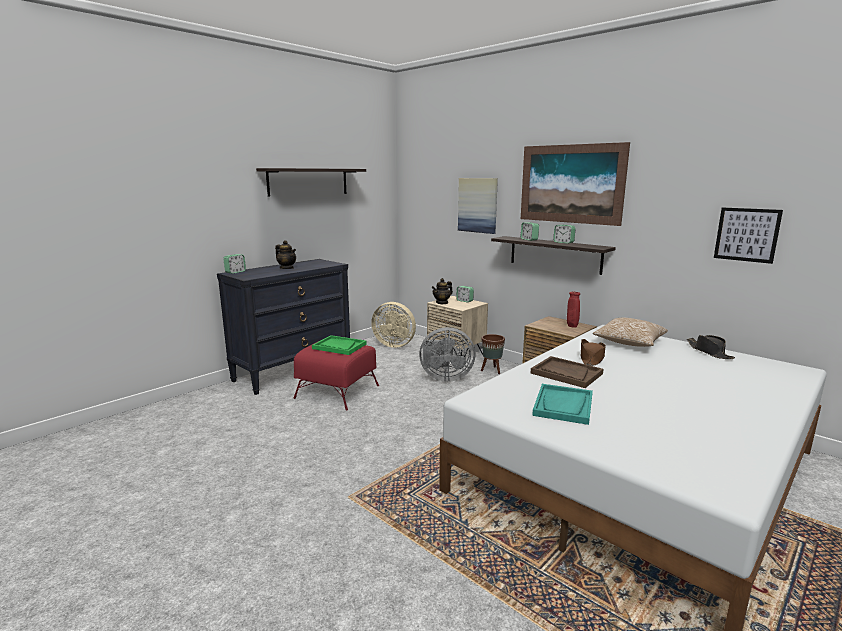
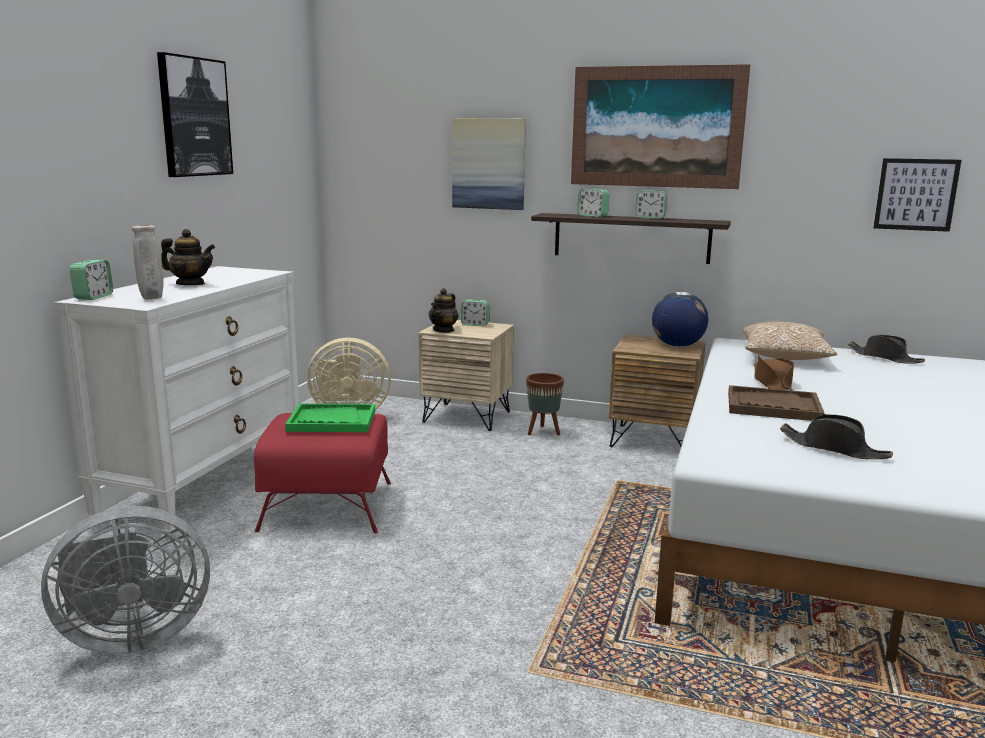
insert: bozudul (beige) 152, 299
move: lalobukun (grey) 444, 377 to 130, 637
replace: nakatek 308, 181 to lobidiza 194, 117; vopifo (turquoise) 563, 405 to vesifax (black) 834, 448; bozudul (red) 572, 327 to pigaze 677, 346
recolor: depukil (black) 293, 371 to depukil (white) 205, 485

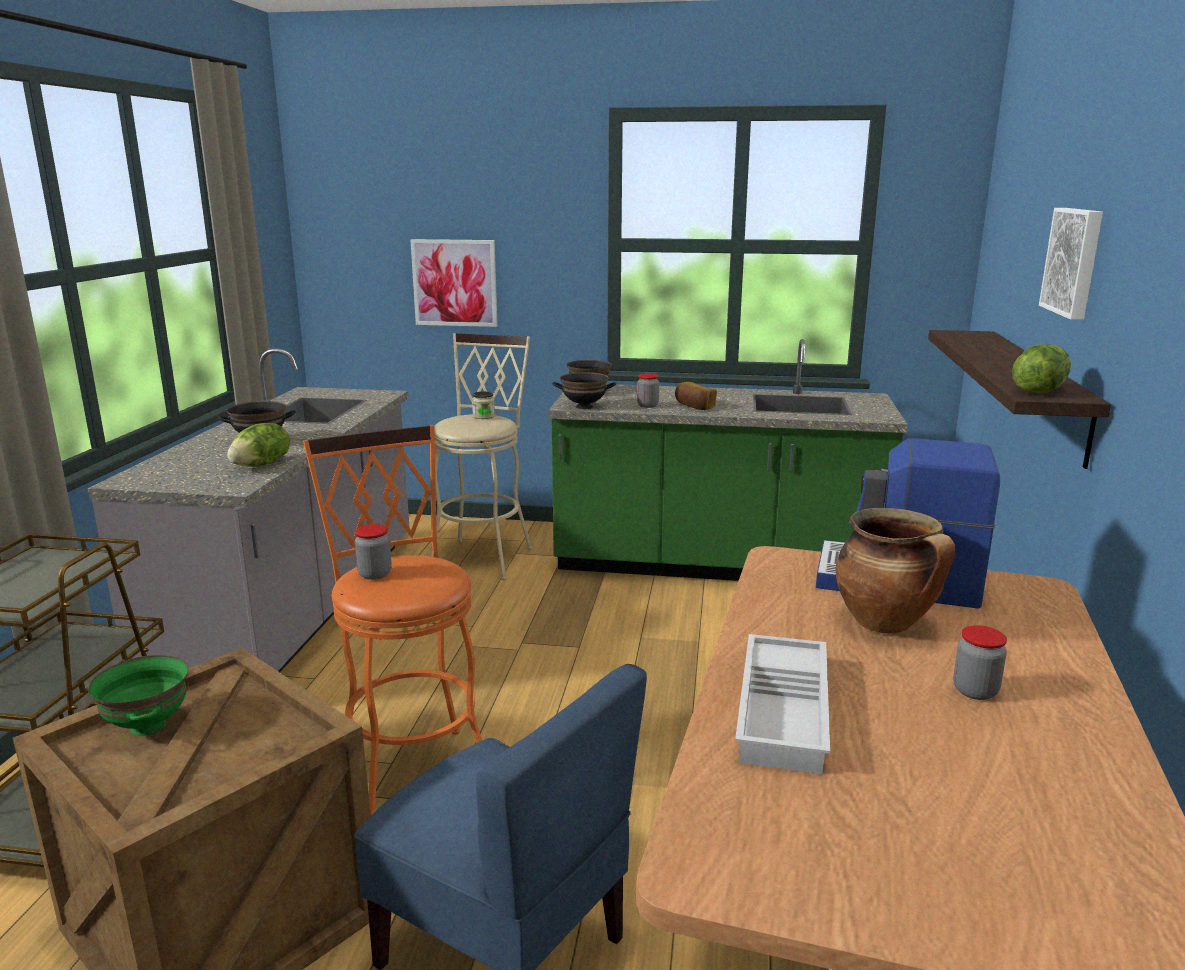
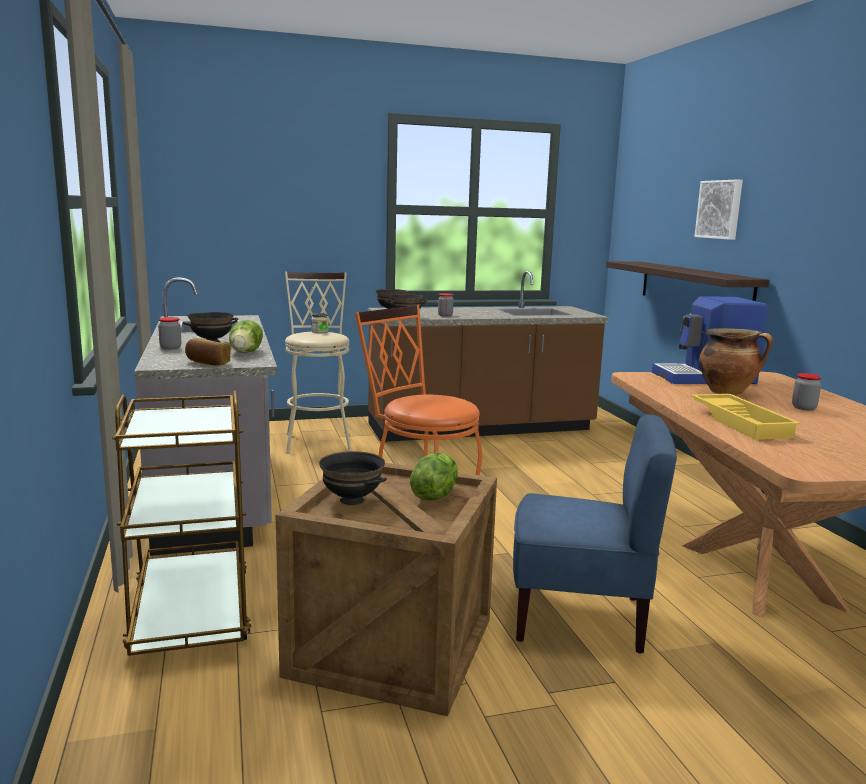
delete: lobidiza 455, 283
move: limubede 375, 574 to 170, 348; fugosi 694, 406 to 208, 363; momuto 1038, 391 to 434, 495
recolor: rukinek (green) 147, 726 to rukinek (black) 351, 500; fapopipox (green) 715, 565 to fapopipox (brown) 481, 428; vopifo (white) 786, 711 to vopifo (yellow) 742, 423

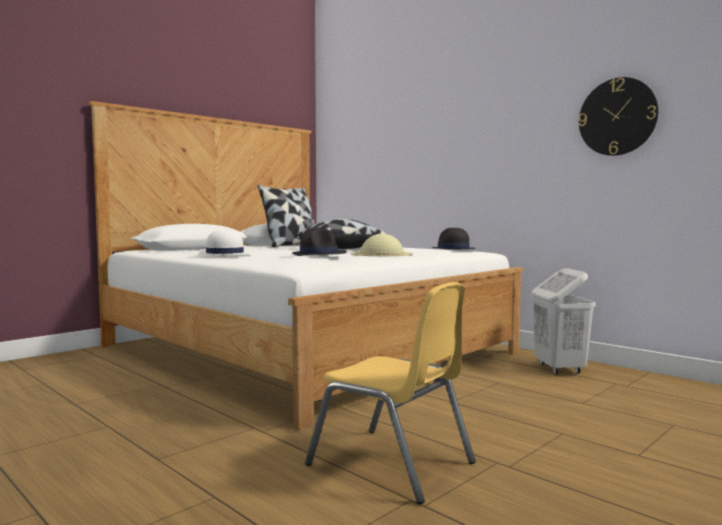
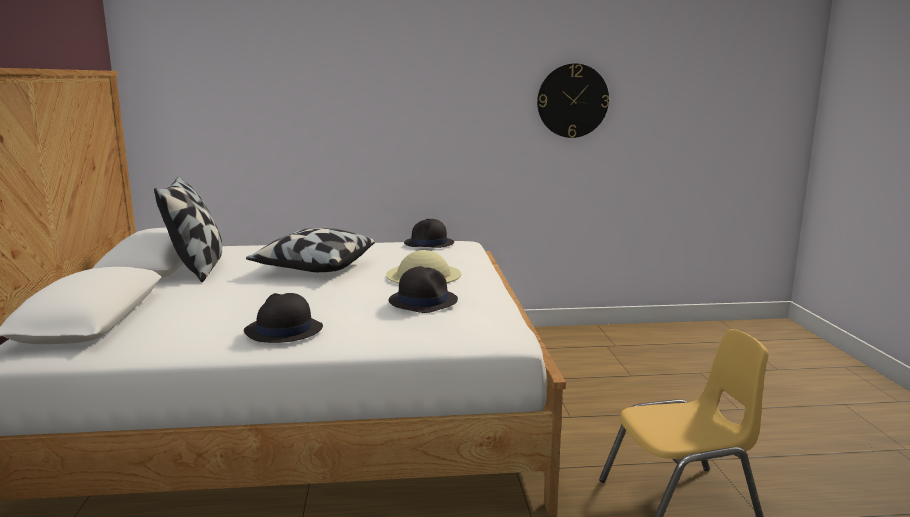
delete: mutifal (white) 559, 369
recolor: vesifax (white) 224, 254 to vesifax (black) 283, 330

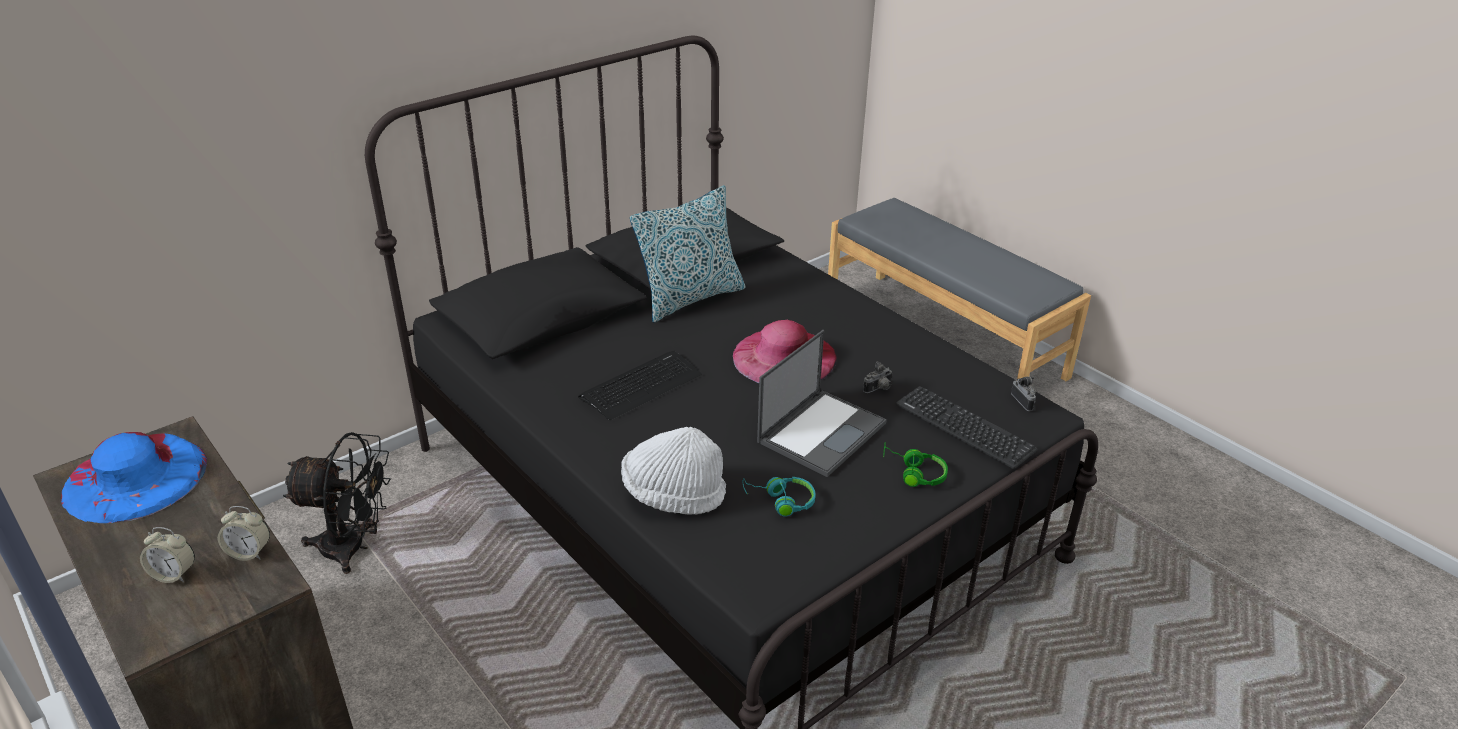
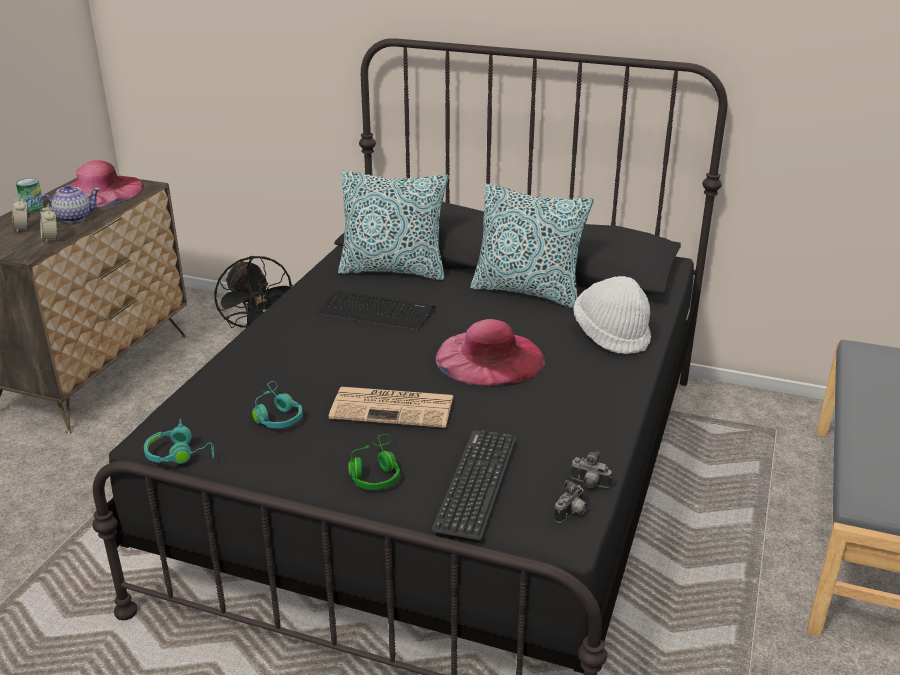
insert: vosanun 33, 208; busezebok 74, 217; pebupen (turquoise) 180, 454; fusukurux 393, 270
move: vesifax (white) 673, 494 to 611, 334; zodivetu 879, 389 to 589, 484
replace: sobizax 822, 431 to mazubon 394, 408
recolor: vesifax (blue) 135, 477 to vesifax (pink) 100, 191

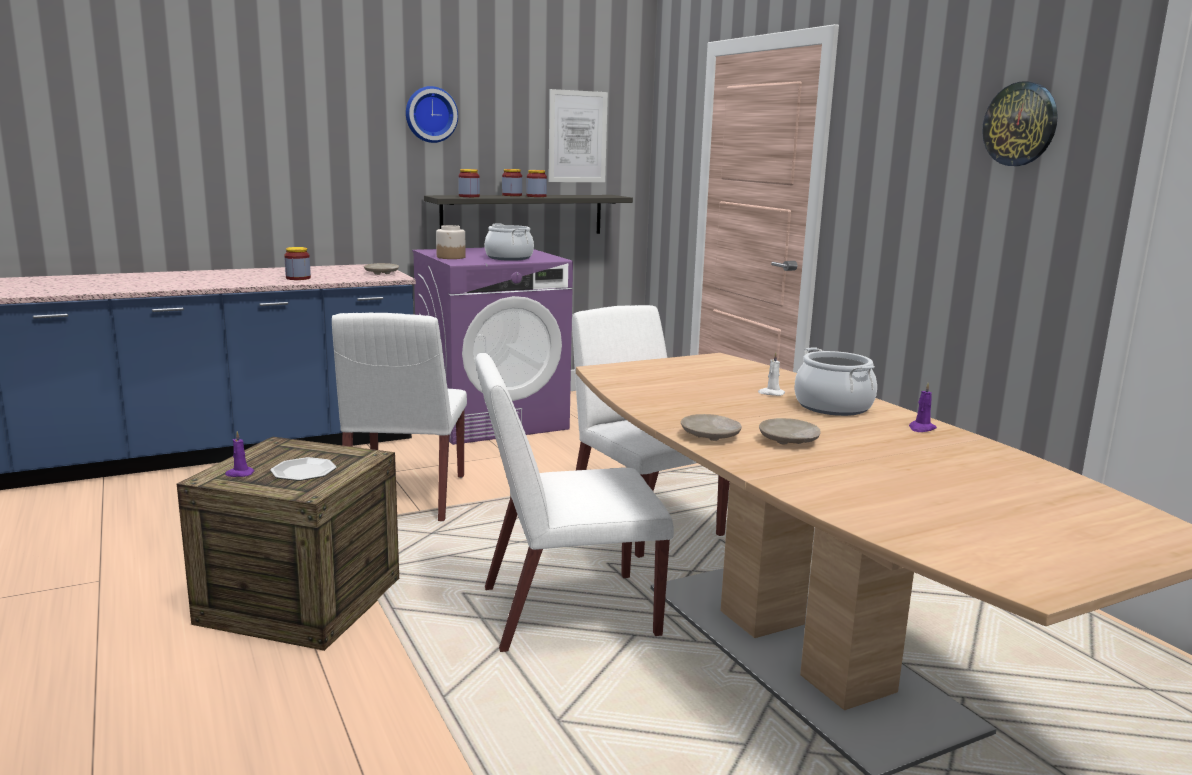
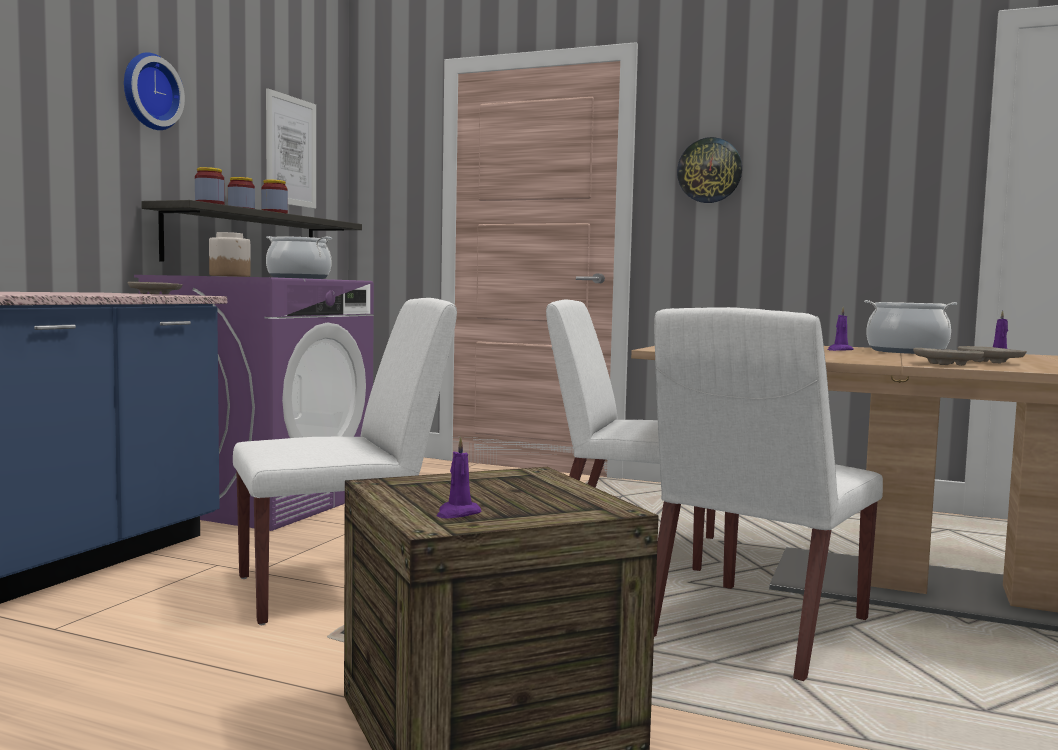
delete: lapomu 303, 472; limubede 298, 278
move: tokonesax 1020, 124 to 709, 170
recolor: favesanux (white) 771, 393 to favesanux (purple) 839, 350
rotate: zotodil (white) 406, 497 = 342, 588 75 degrees counterclockwise

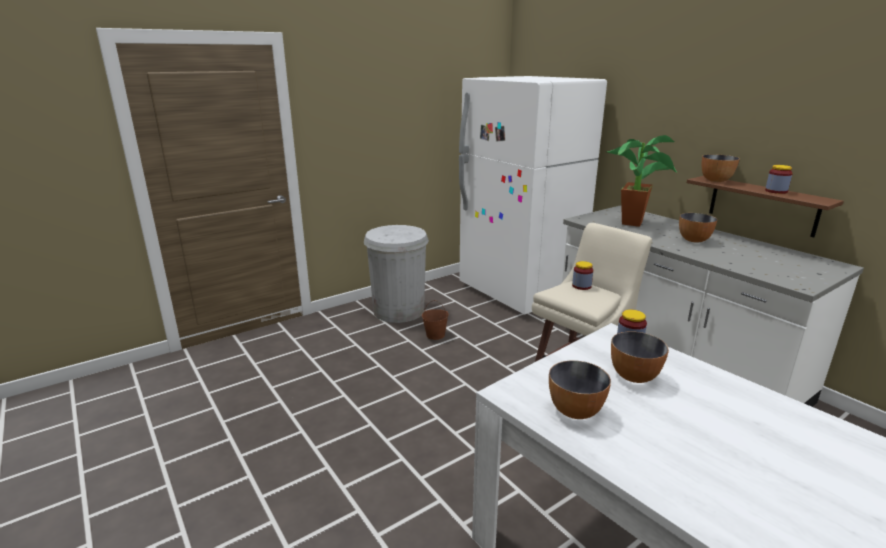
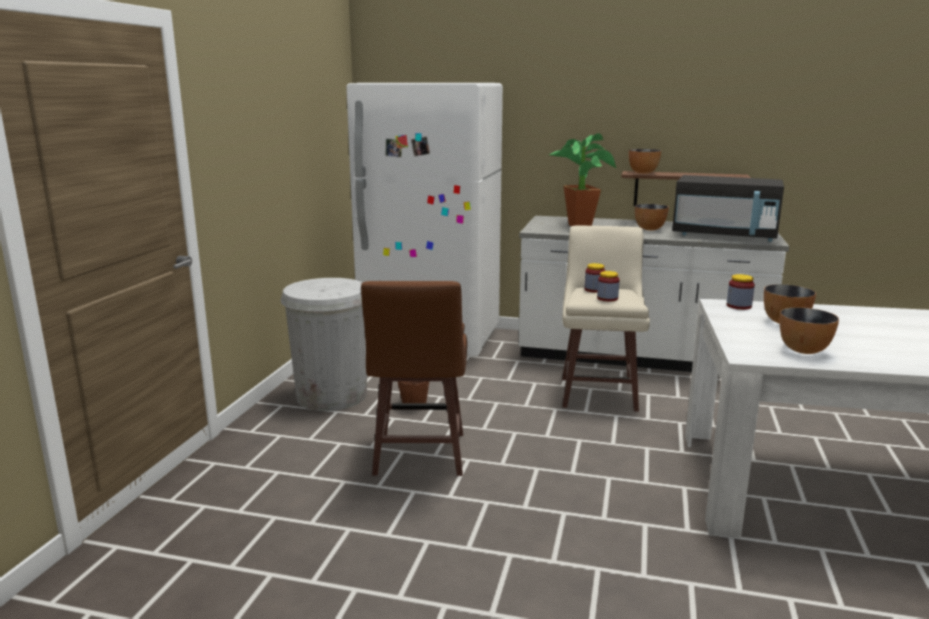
insert: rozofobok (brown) 418, 455; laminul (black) 724, 236
move: limubede 776, 191 to 607, 298

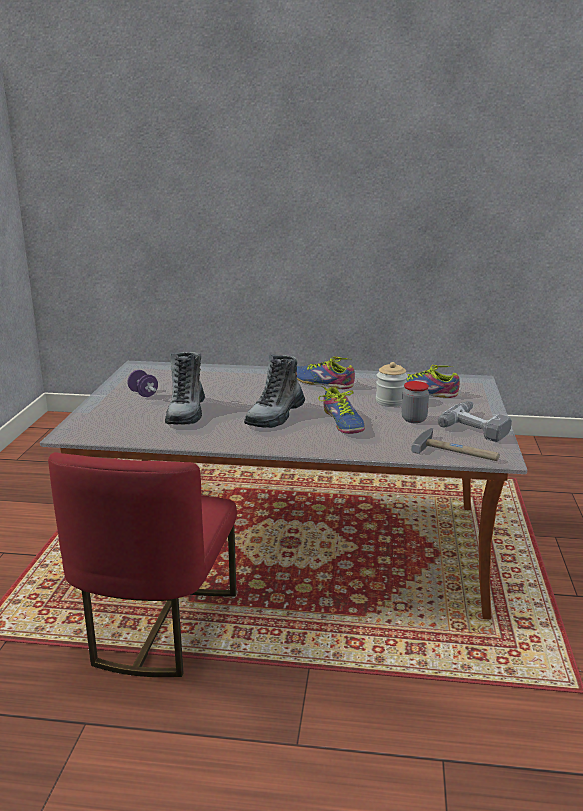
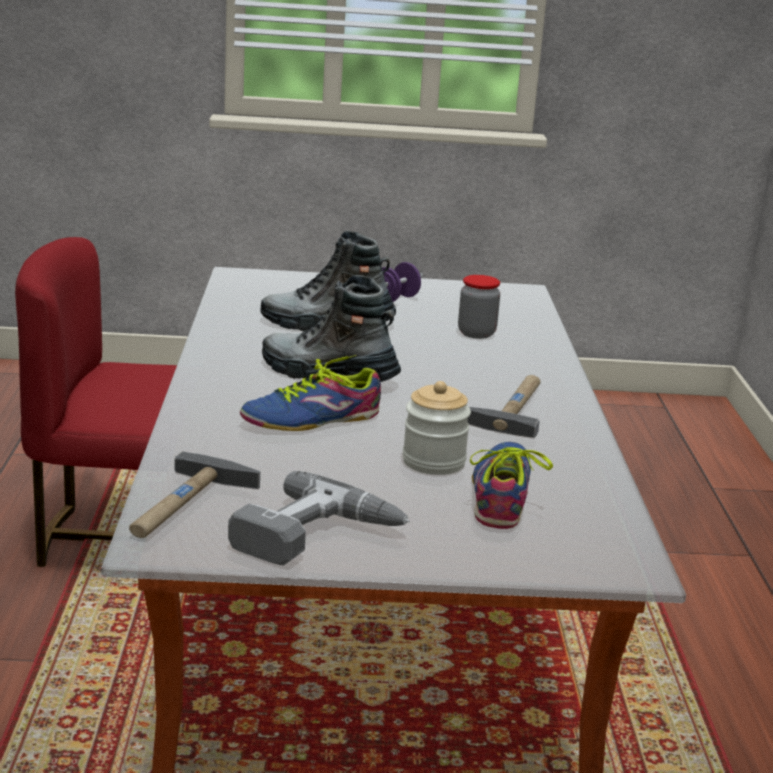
move: limubede 414, 419 to 476, 333
replace: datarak 322, 382 to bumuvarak 512, 408

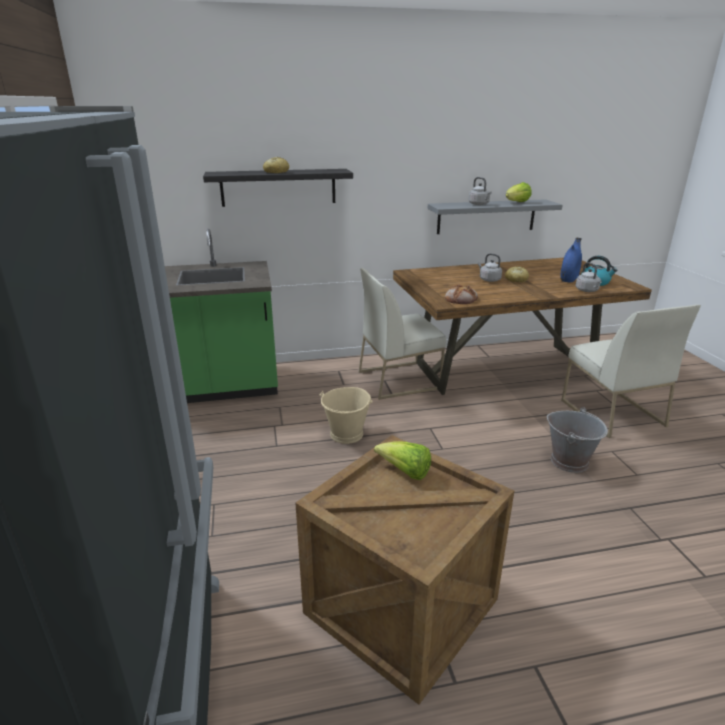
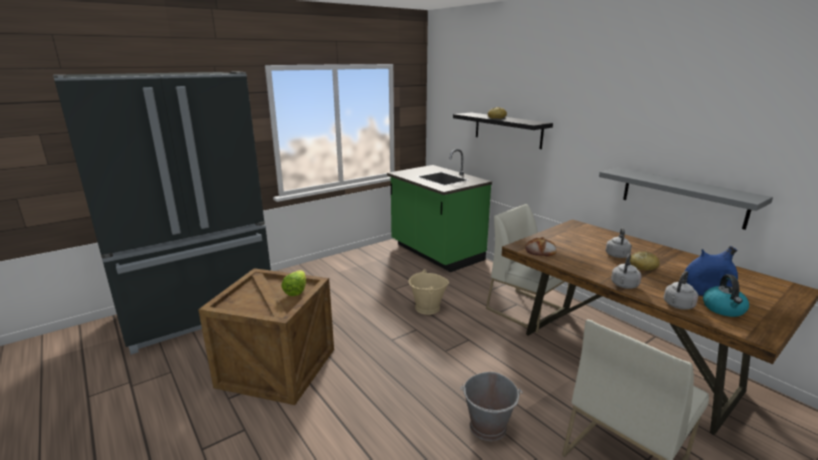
delete: momuto 516, 202
move: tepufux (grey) 479, 204 to 624, 285

